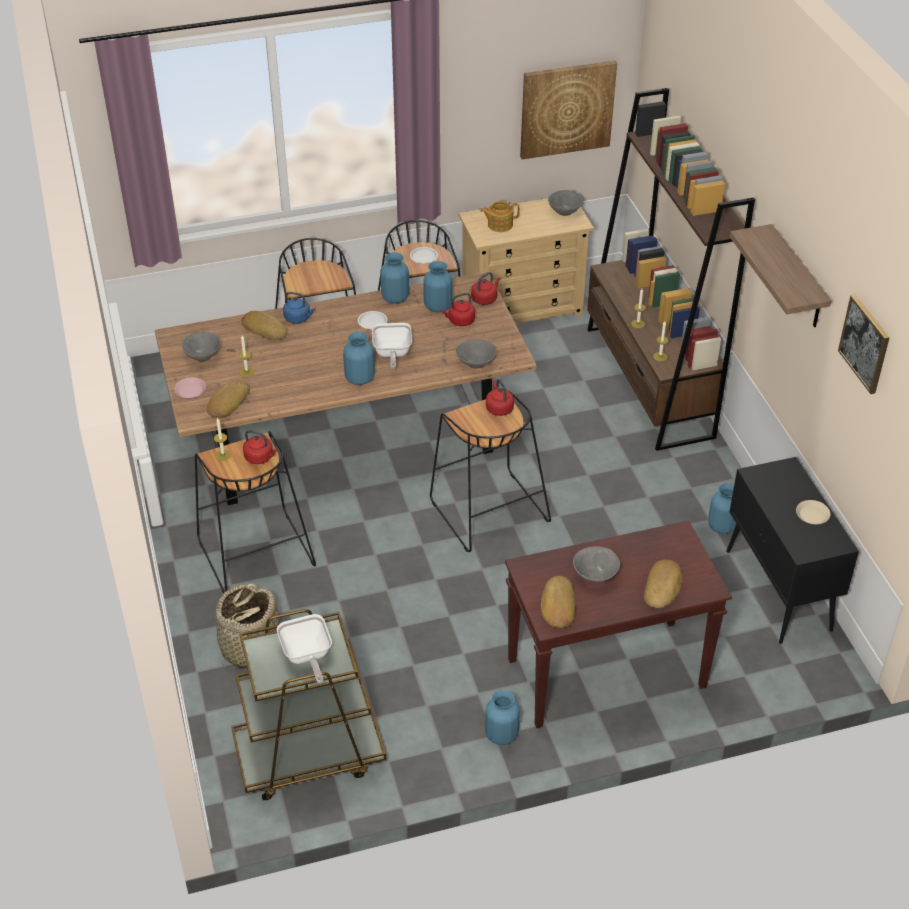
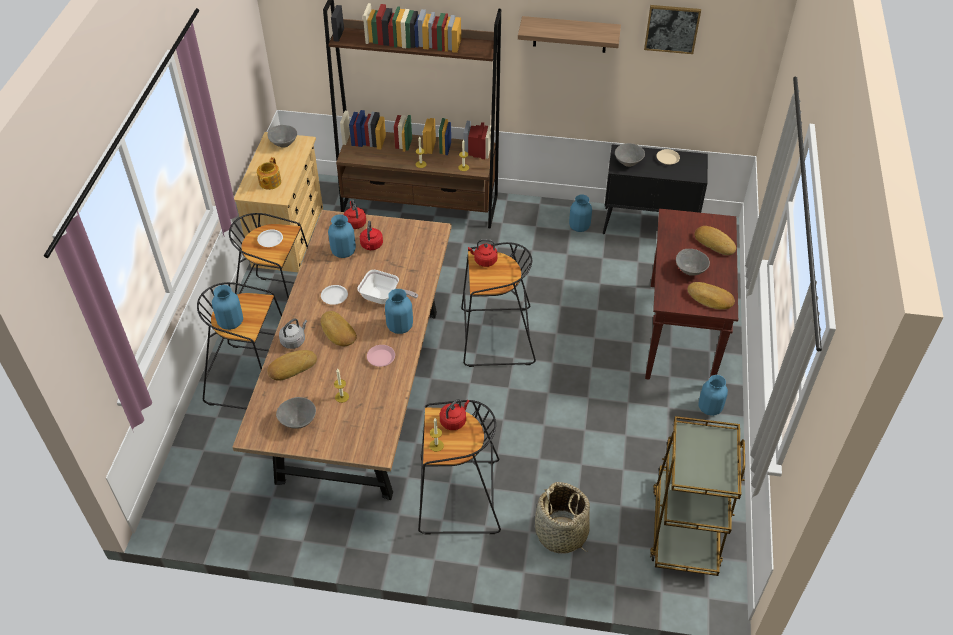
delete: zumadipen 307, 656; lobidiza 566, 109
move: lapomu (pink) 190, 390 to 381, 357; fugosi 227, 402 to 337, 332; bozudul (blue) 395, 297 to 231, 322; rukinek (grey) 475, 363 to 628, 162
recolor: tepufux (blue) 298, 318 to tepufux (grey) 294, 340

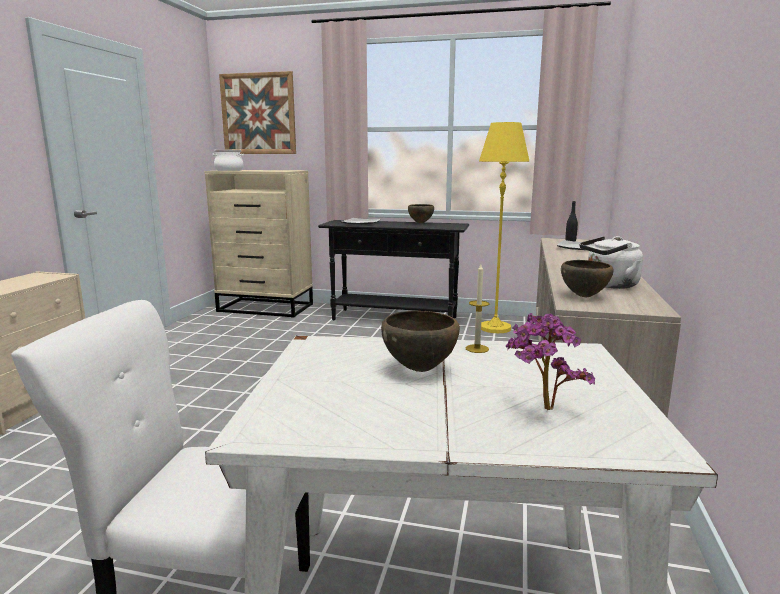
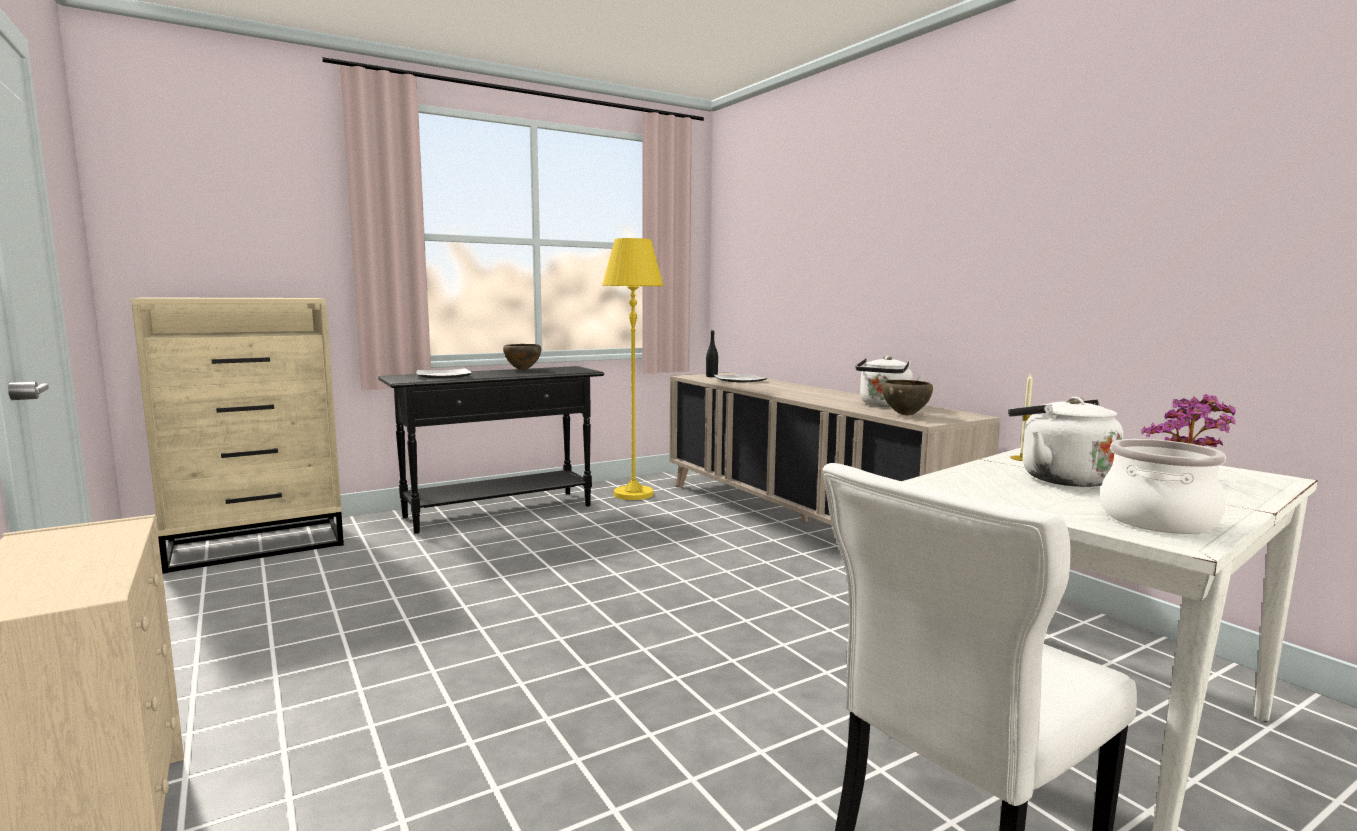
delete: lobidiza 258, 114
move: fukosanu 229, 170 to 1156, 520
replace: rukinek (brown) 420, 369 to tepufux (white) 1060, 478

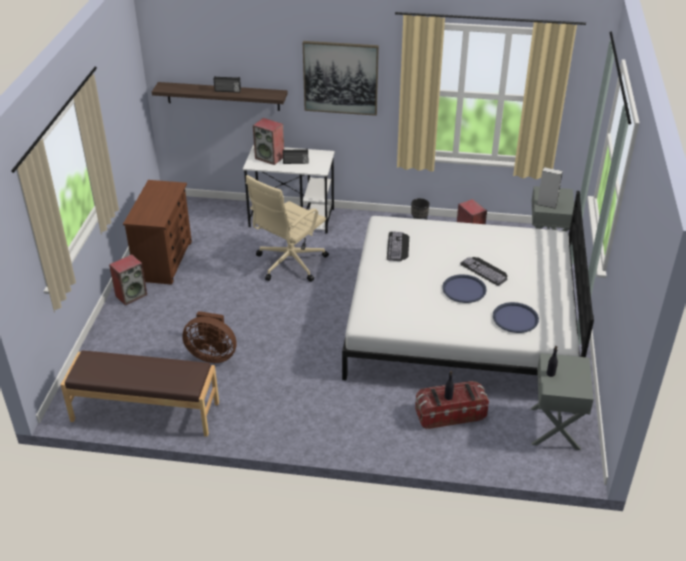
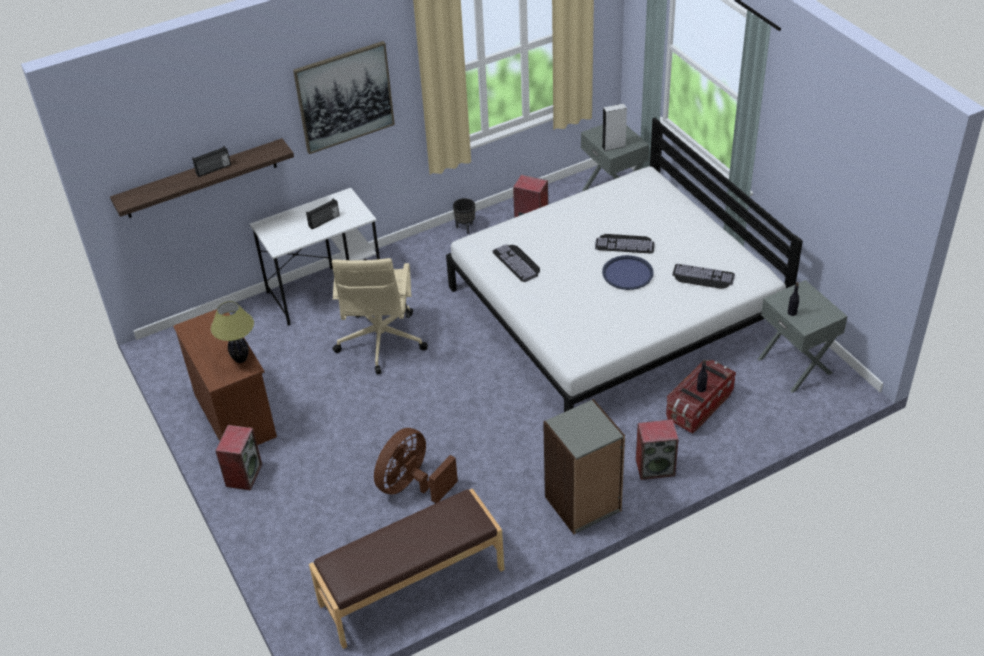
insert: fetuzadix 241, 359; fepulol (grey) 583, 504
move: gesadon 270, 157 to 655, 467
replace: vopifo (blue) 515, 318 to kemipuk 702, 277
rotate: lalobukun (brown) 212, 355 = 412, 486 150 degrees clockwise

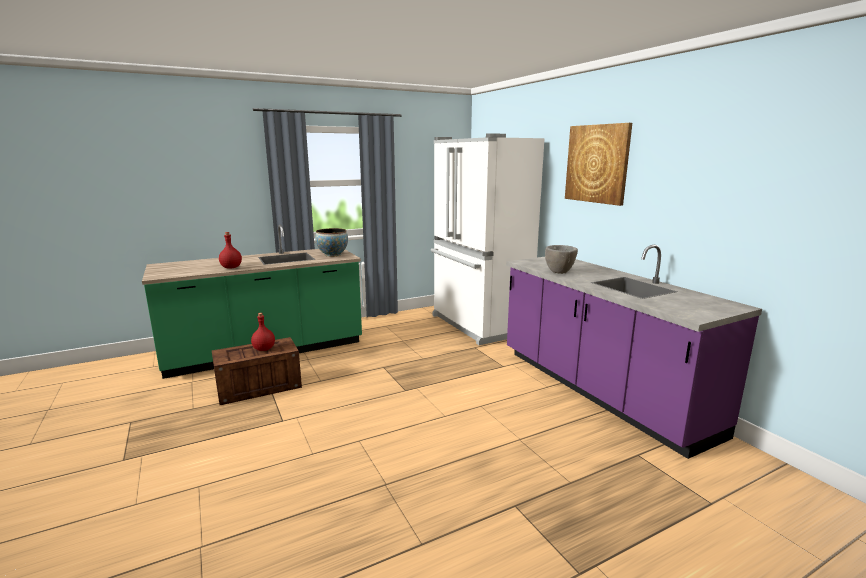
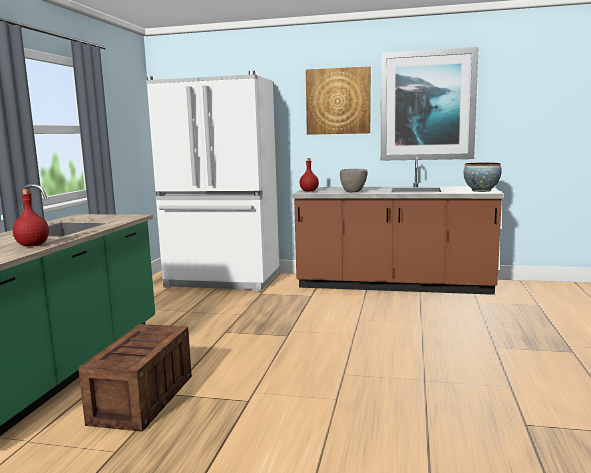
insert: lobidiza 427, 106
move: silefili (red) 263, 349 to 309, 191; rukinek 332, 255 to 481, 191
recolor: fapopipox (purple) 599, 391 to fapopipox (brown) 393, 285

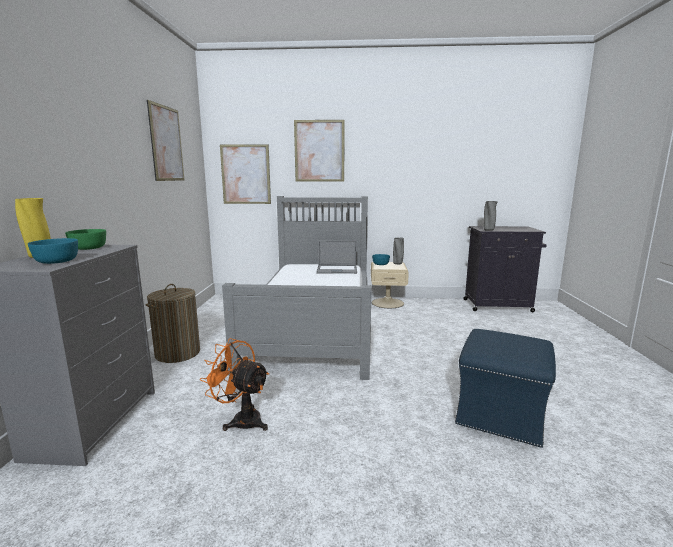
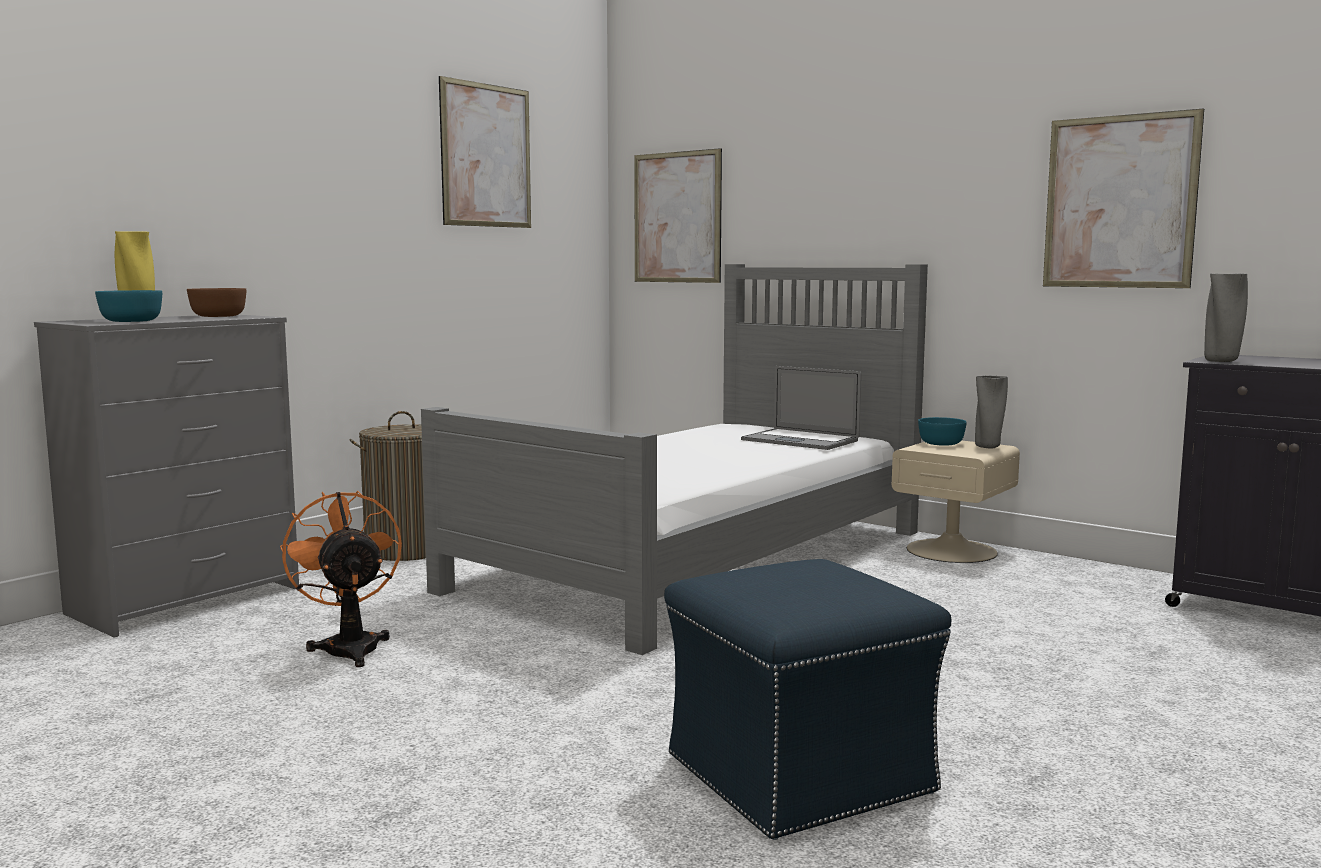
move: lobidiza 319, 151 to 1119, 202
recolor: rukinek (green) 89, 248 to rukinek (brown) 219, 316

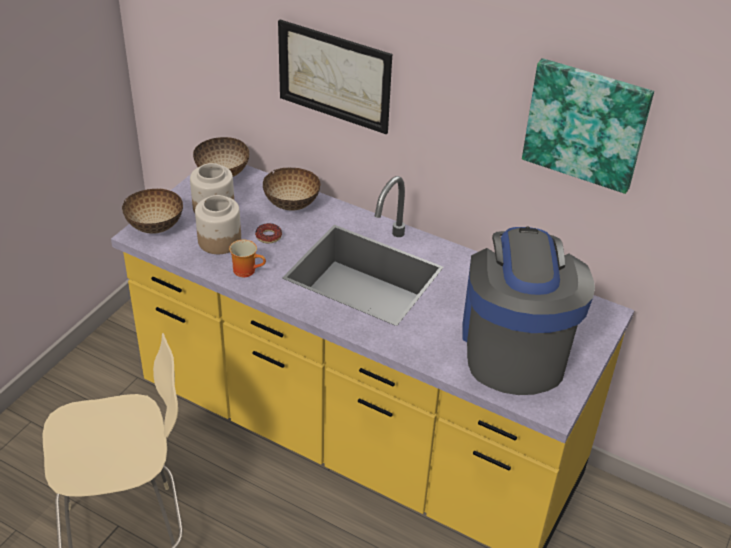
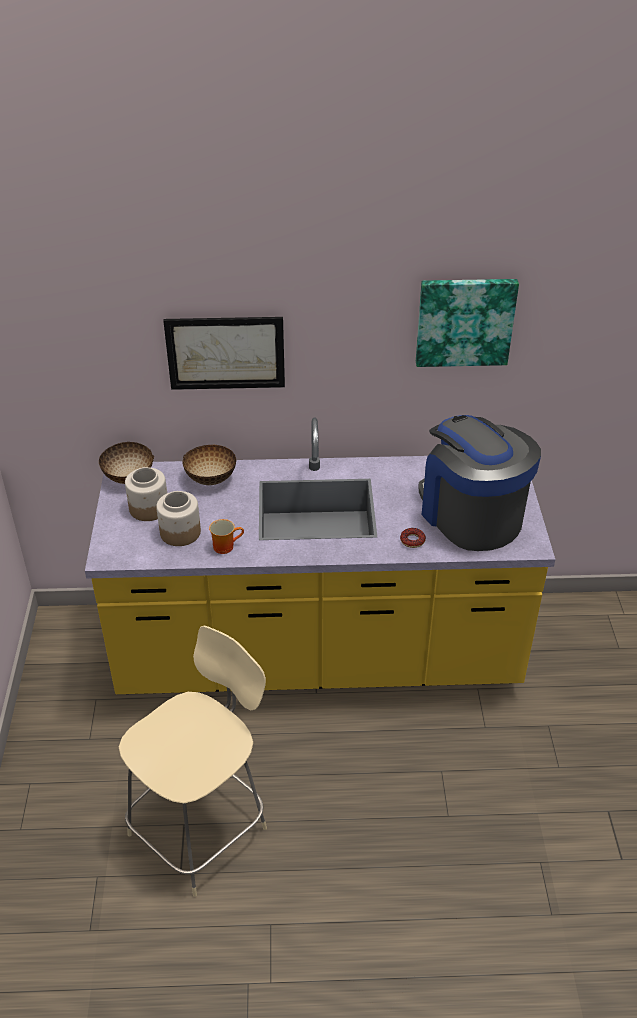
delete: rukinek 156, 226
move: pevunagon 268, 236 to 412, 540

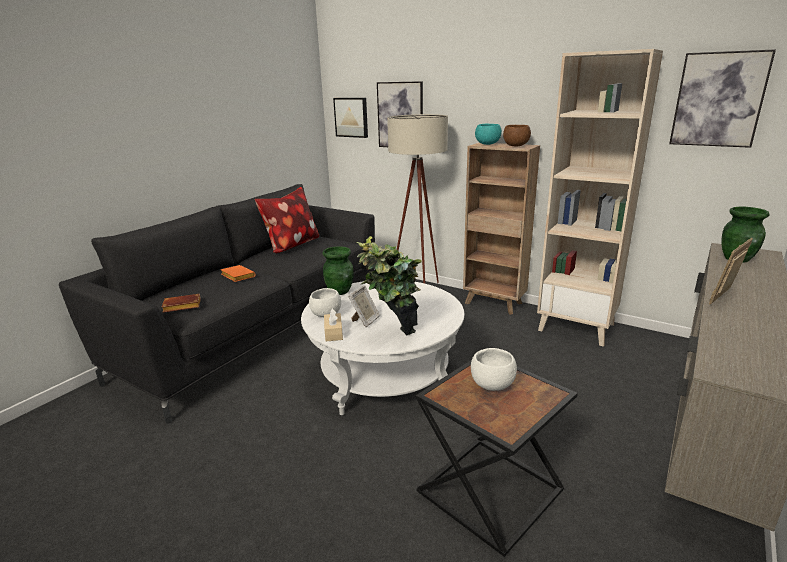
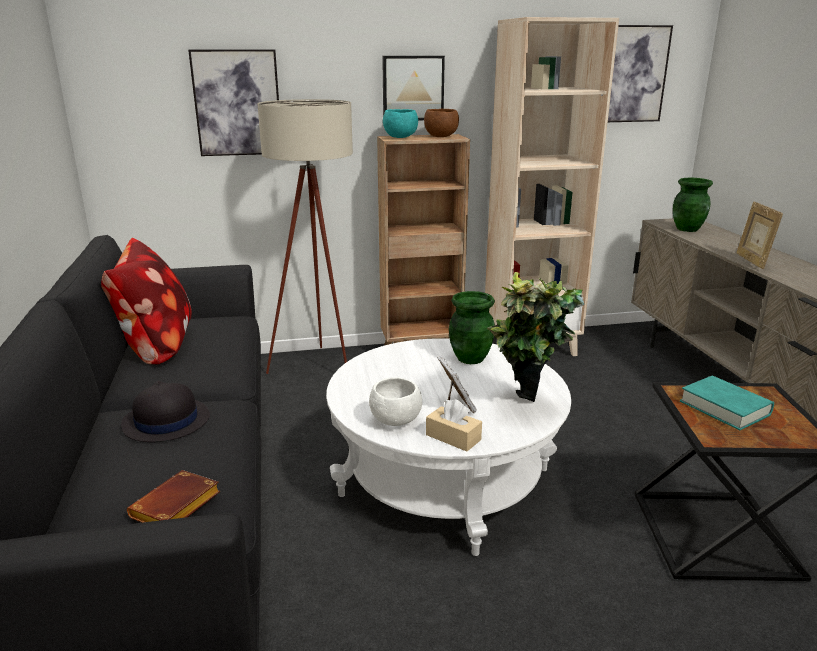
move: bozudul (green) 340, 291 to 470, 358; lobidiza 351, 117 to 412, 88
replace: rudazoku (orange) 236, 276 to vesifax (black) 165, 421; rukinek (white) 492, 385 to rudazoku (turquoise) 724, 408

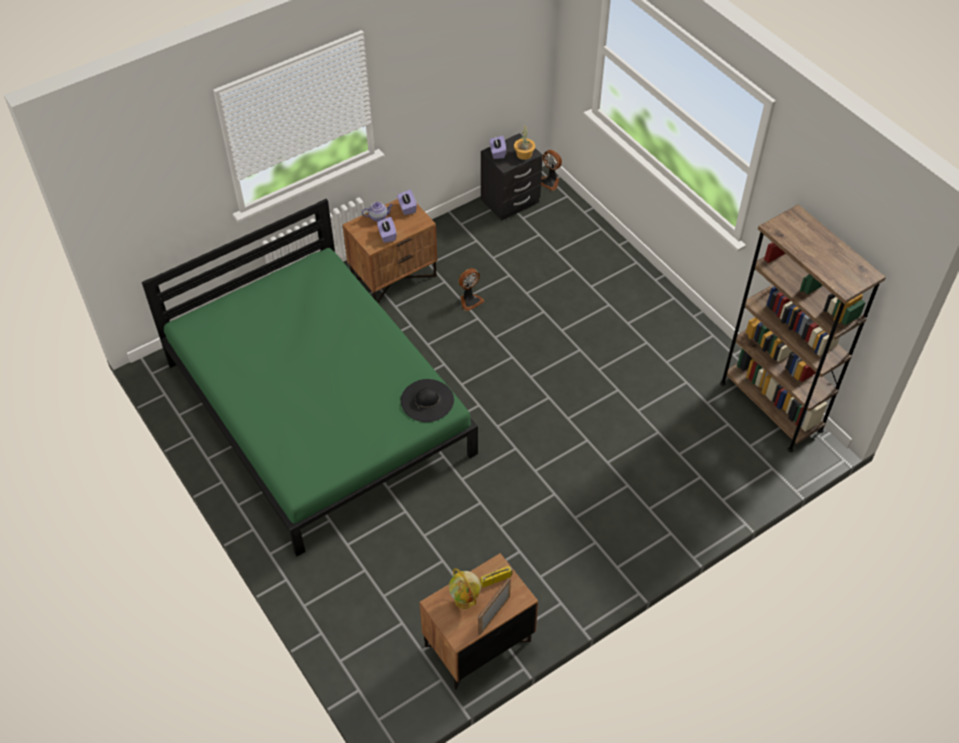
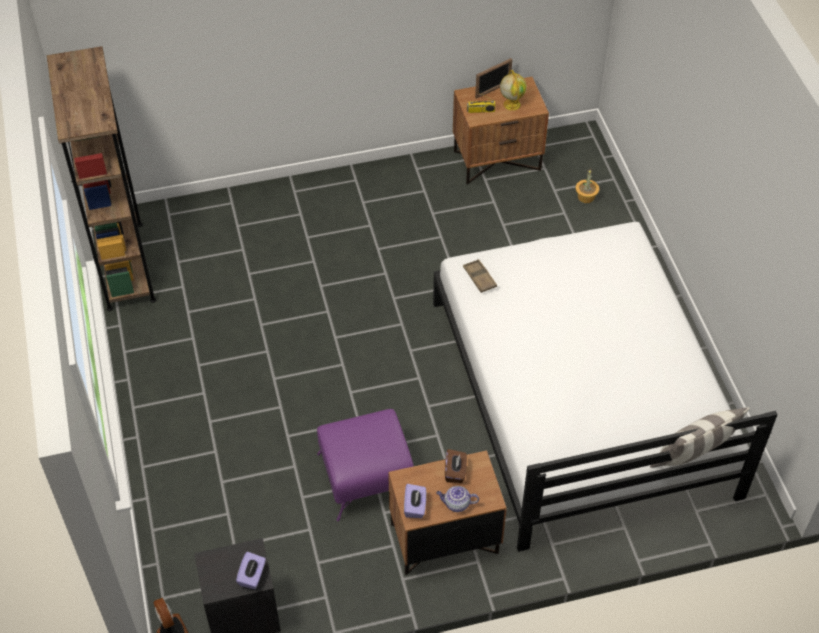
insert: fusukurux 692, 459
move: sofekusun 524, 154 to 586, 197
replace: vesifax (black) 427, 400 to vopifo (brown) 479, 278; lalobukun 470, 300 to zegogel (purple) 365, 476
recolor: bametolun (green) 319, 407 to bametolun (white) 580, 397; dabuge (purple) 387, 235 to dabuge (brown) 455, 472

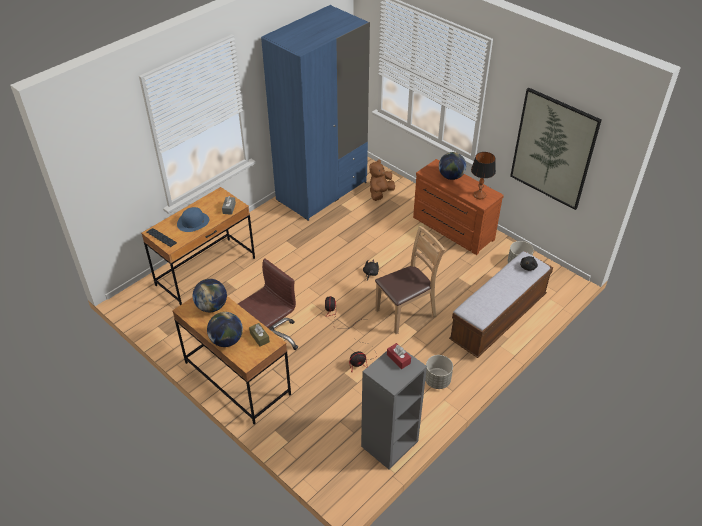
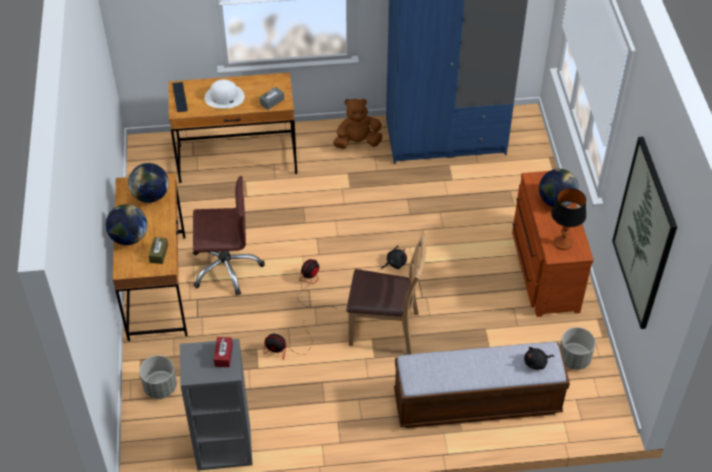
move: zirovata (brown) 380, 193 to 357, 142; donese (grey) 437, 380 to 160, 387
recolor: vesifax (blue) 193, 222 to vesifax (white) 224, 97

